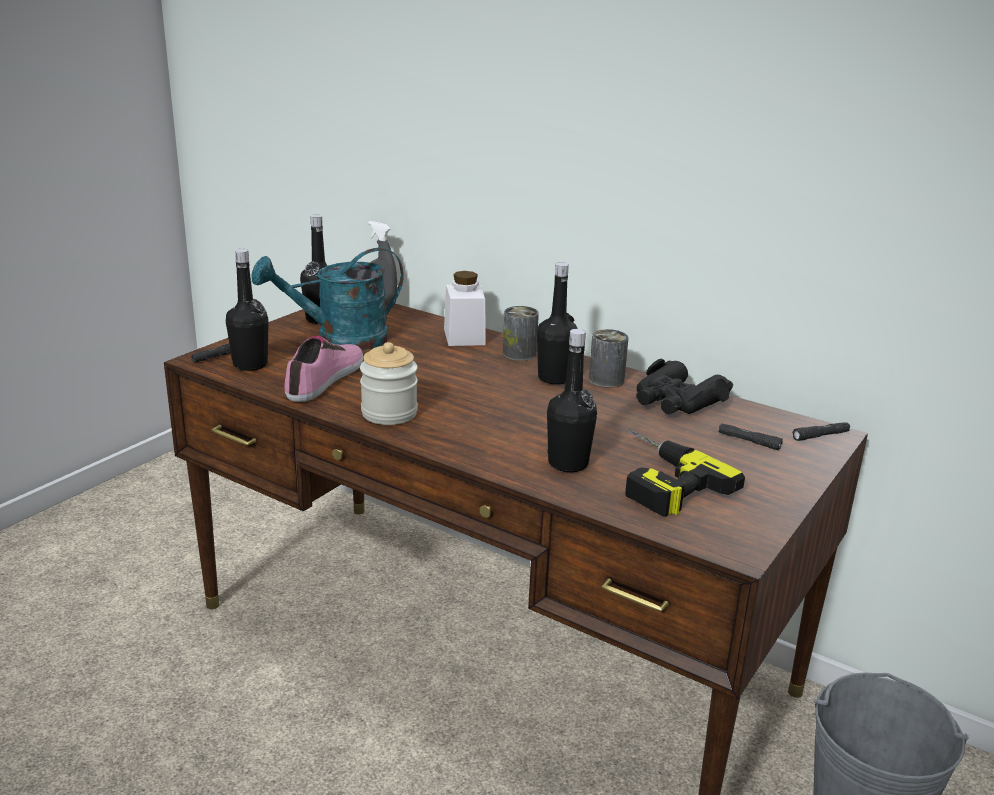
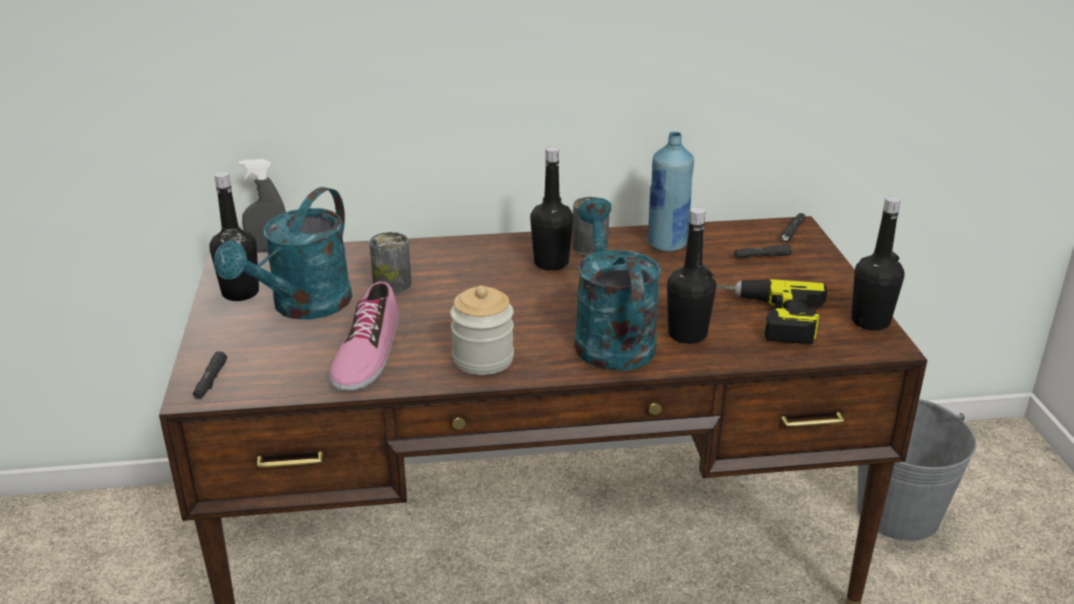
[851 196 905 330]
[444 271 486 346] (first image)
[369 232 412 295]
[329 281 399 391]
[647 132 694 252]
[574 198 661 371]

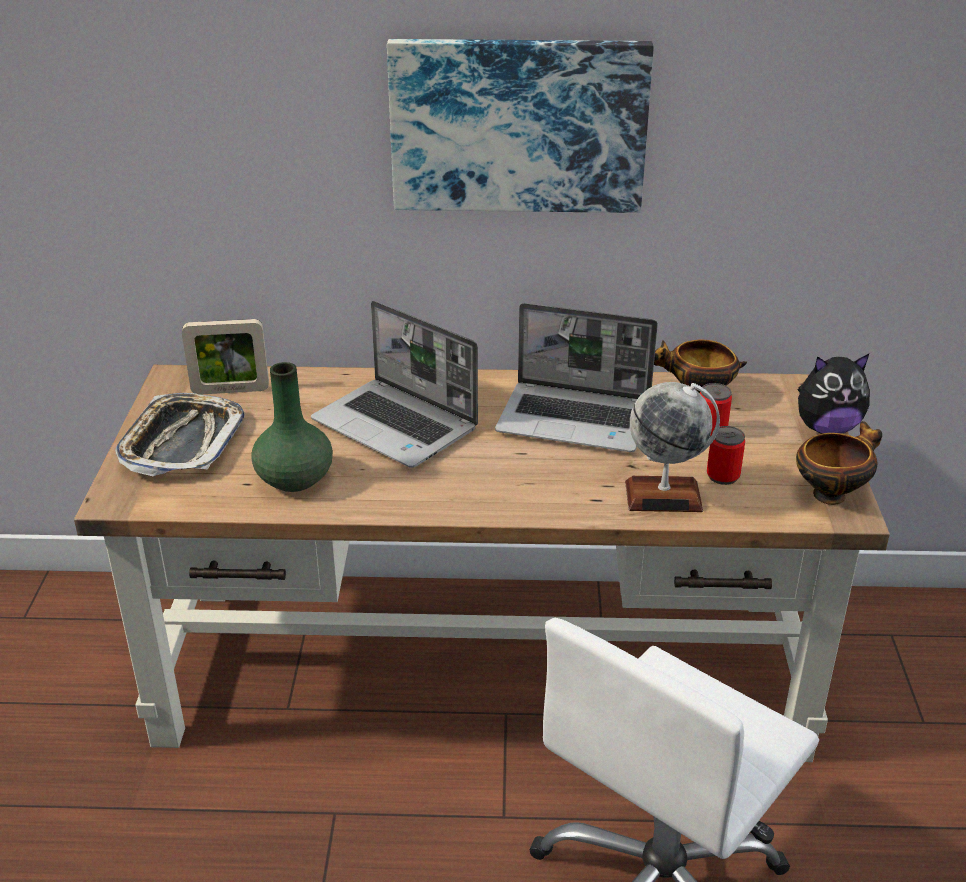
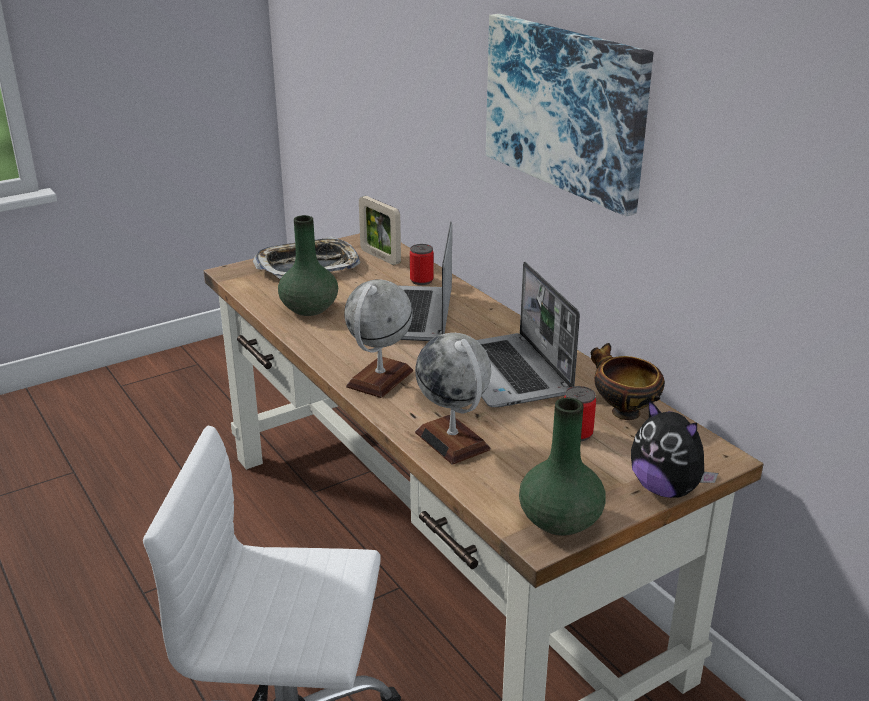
[519 397 606 536]
[410 244 434 285]
[344 279 413 398]

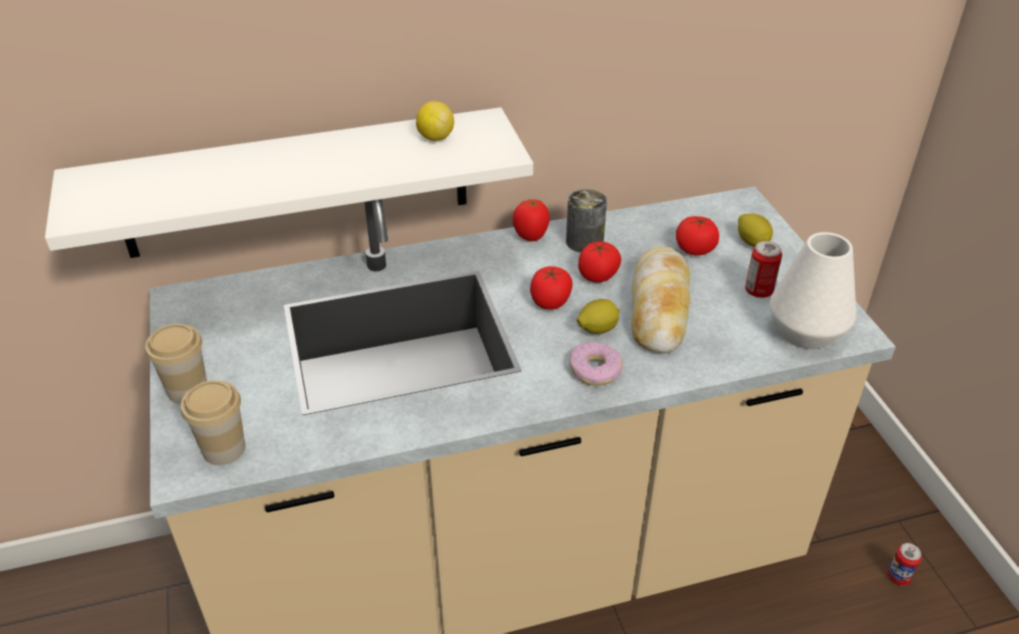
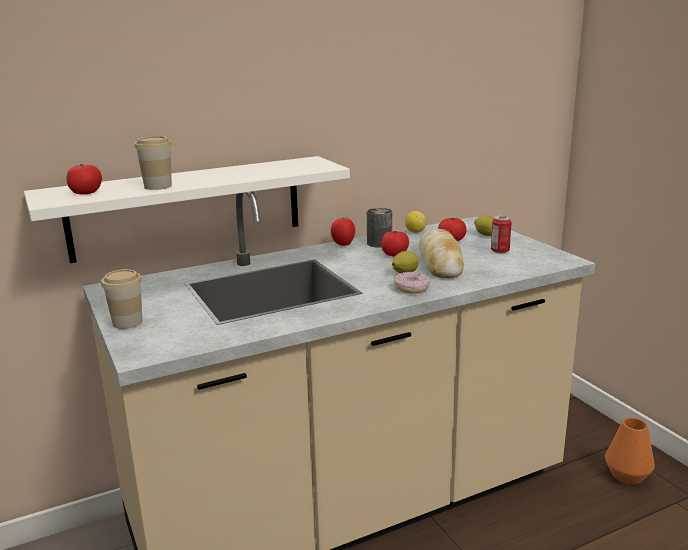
[405 211 426 233]
[770 232 856 349] (first image)
[66 164 102 195]
[134 136 172 190]
[605 418 655 485]

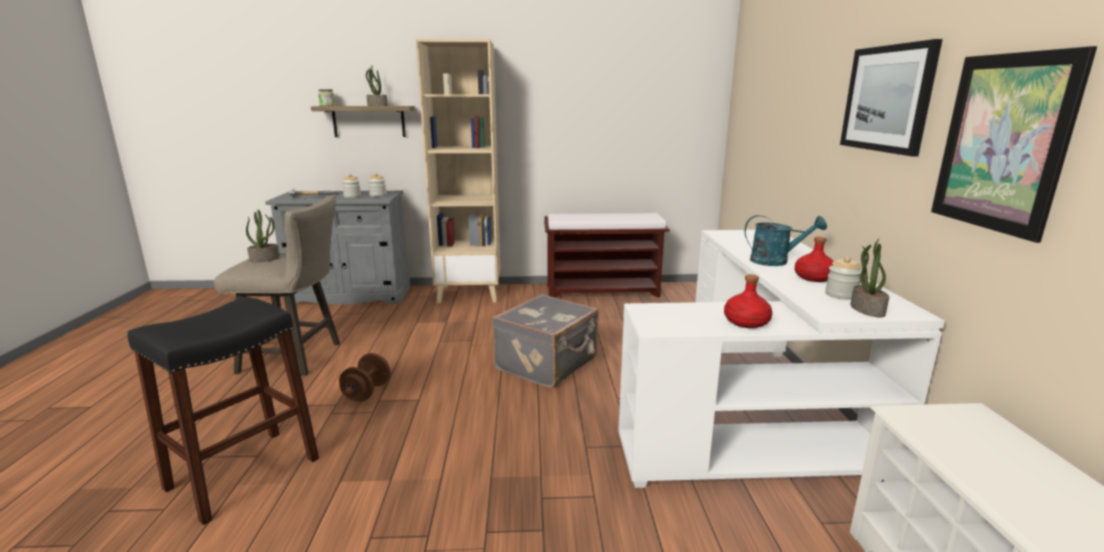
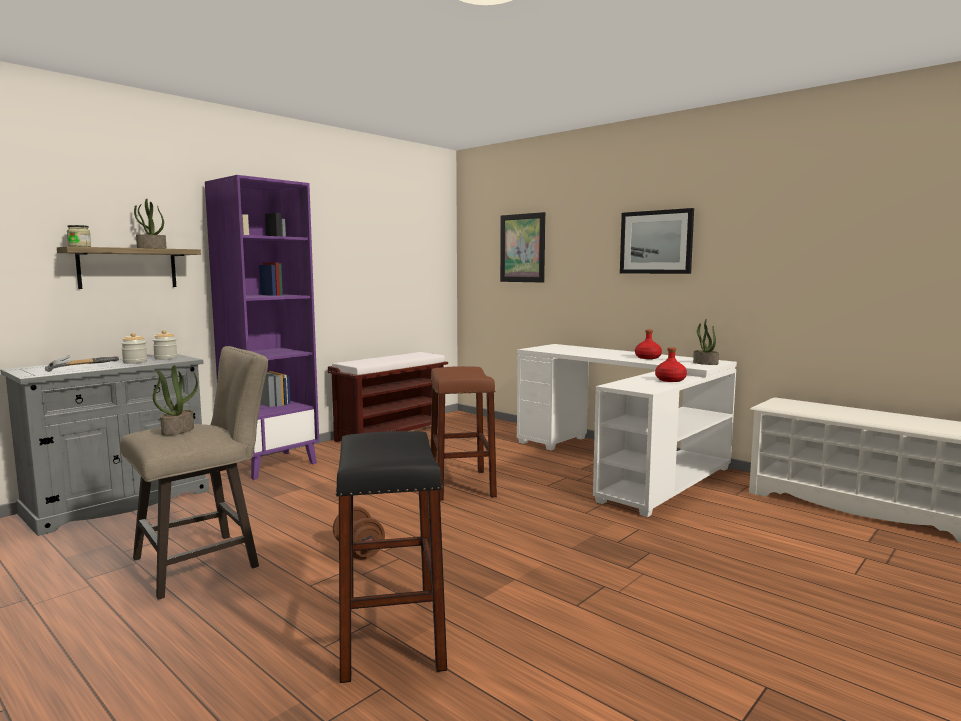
[205 175 319 480]
[500 212 545 283]
[745 215 827 266] (first image)
[825 257 862 300] (first image)
[431 366 497 501]

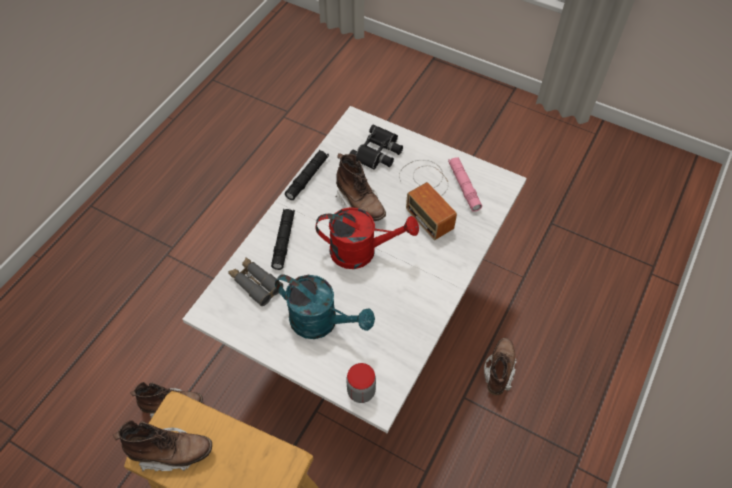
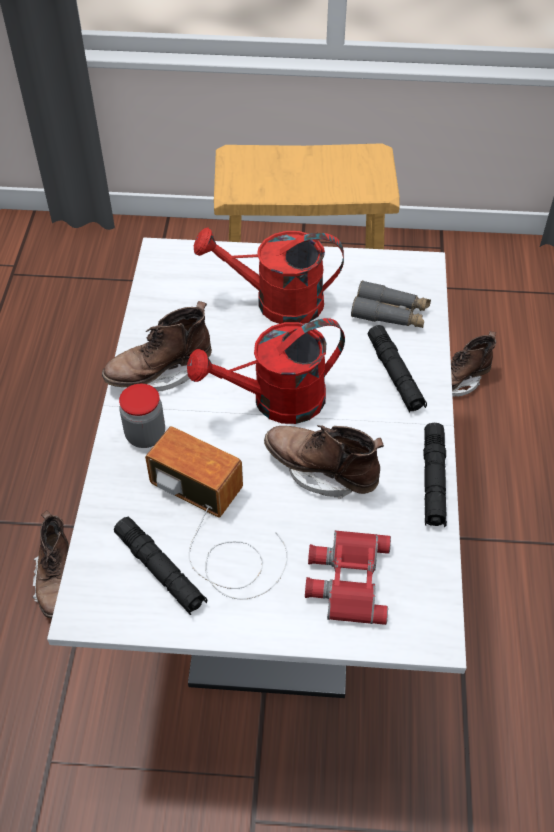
[305 530 391 625]
[114 517 208 615]
[194 227 344 324]
[119 384 165 448]
[102 301 212 392]

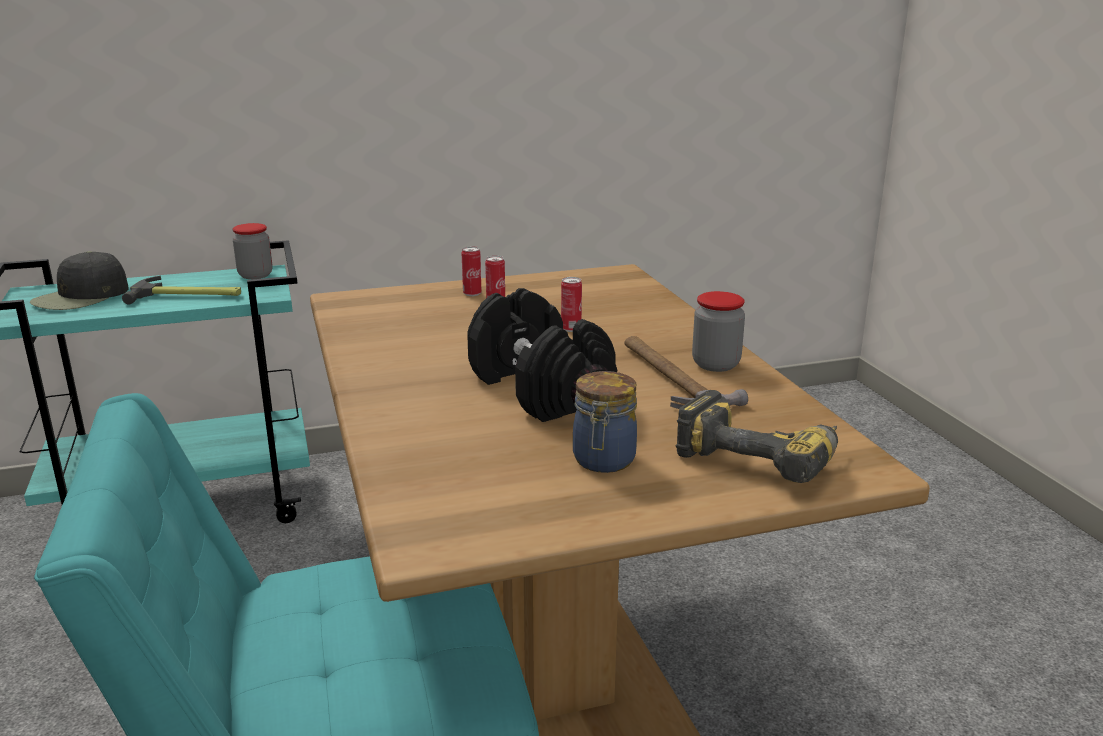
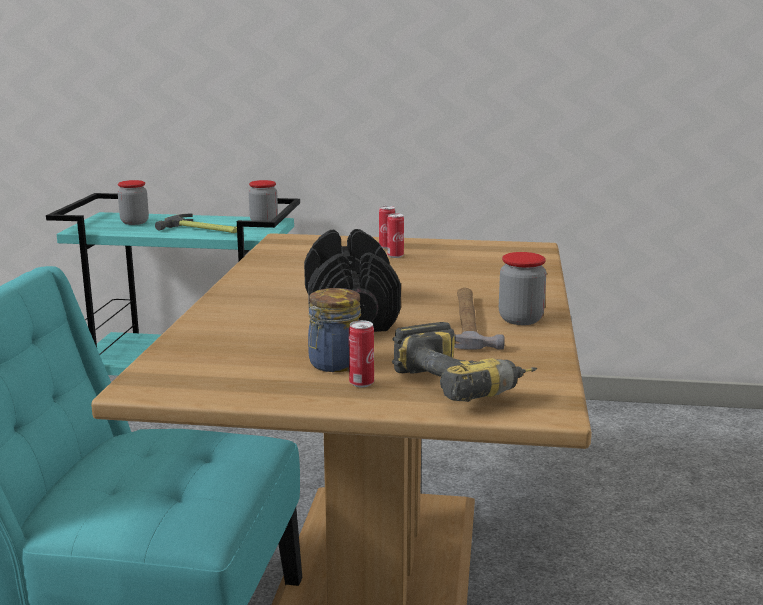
[118 180 149 225]
[349 320 374 387]

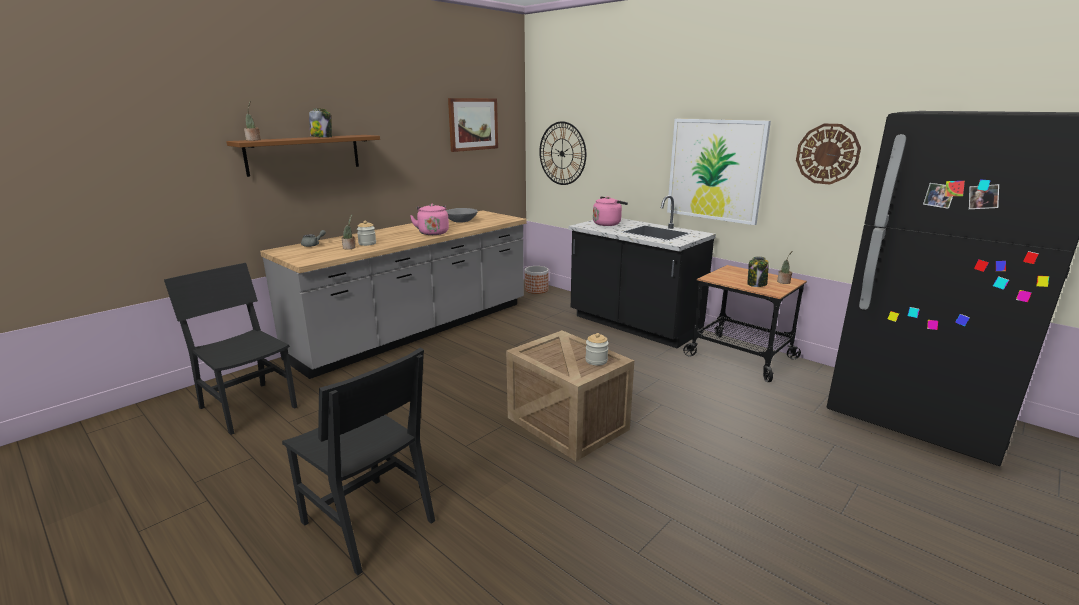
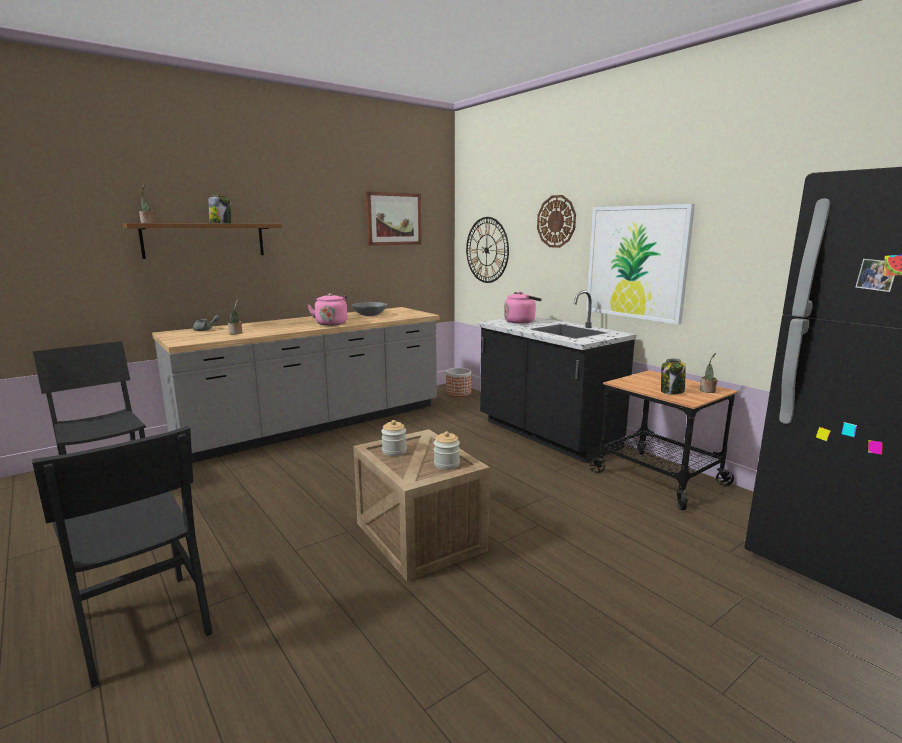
[537 195 576 248]
[381 420 407 456]

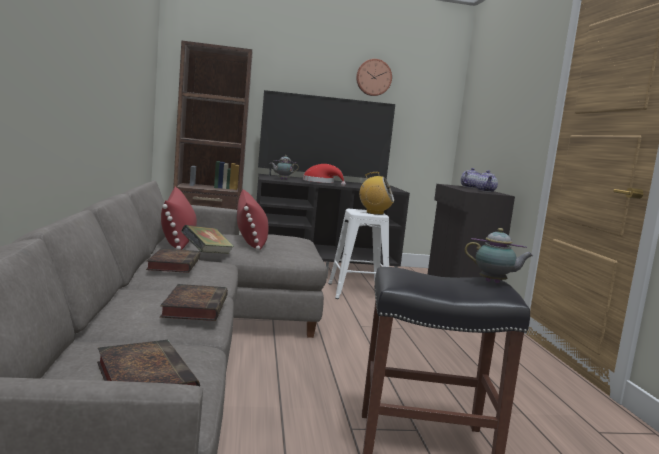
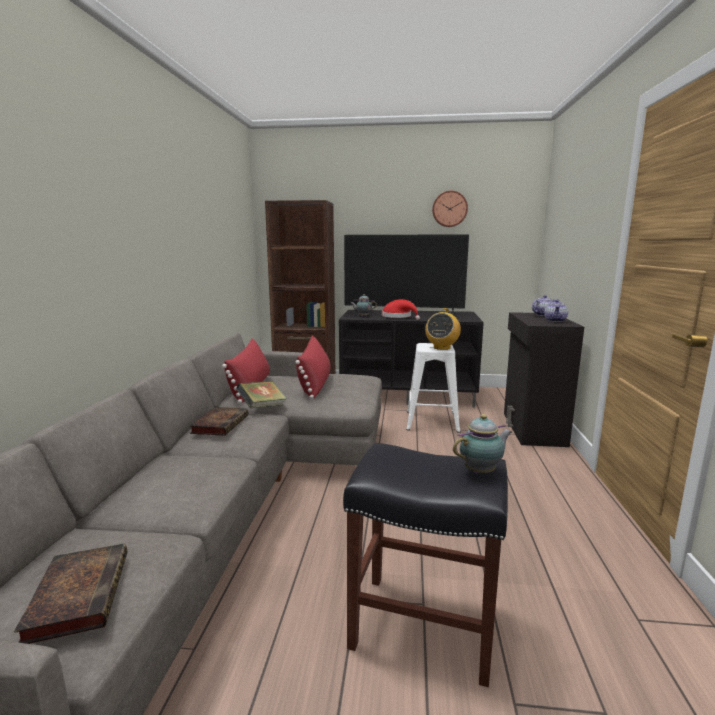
[425 308 461 350]
[453 414 512 473]
[160 284 228 321] (first image)

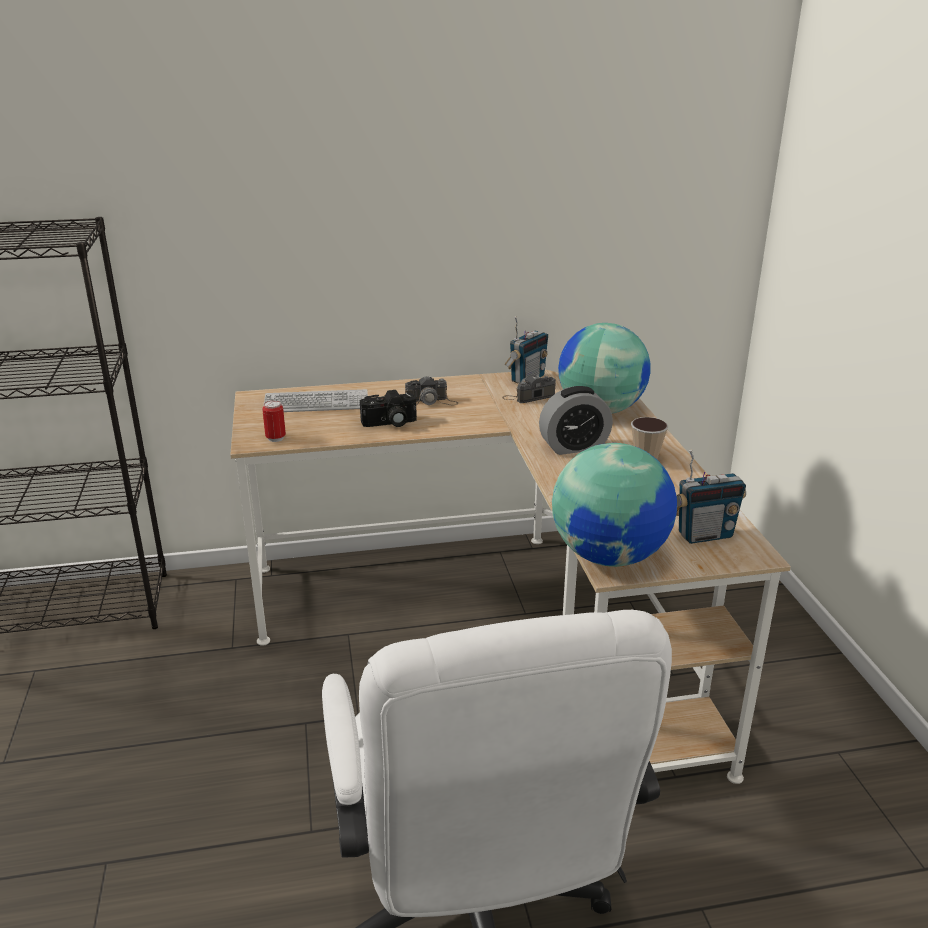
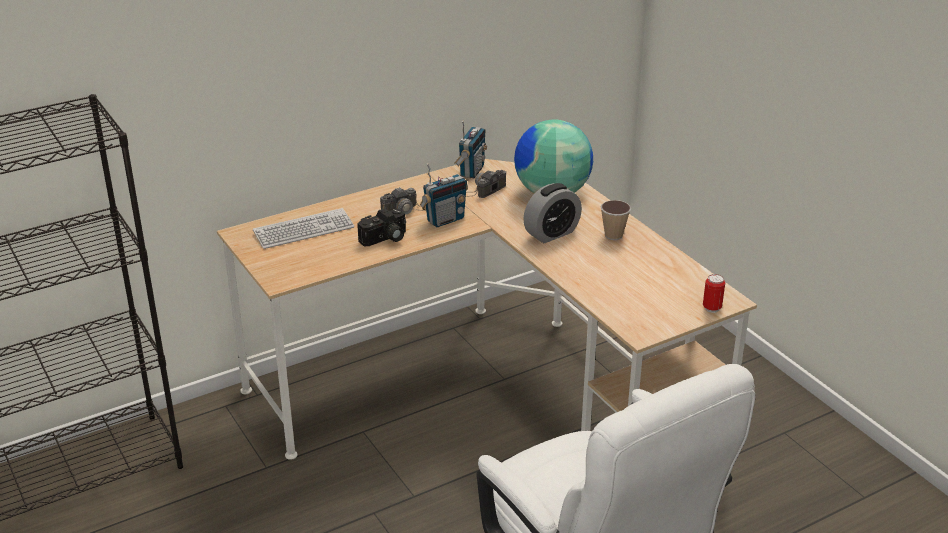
[703 274 725 313]
[552 443 677 567] (first image)
[420 163 468 227]

